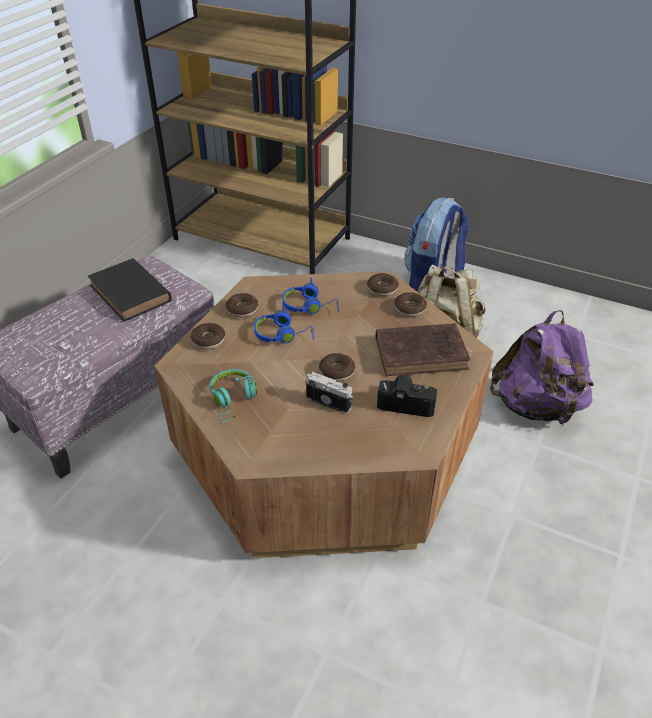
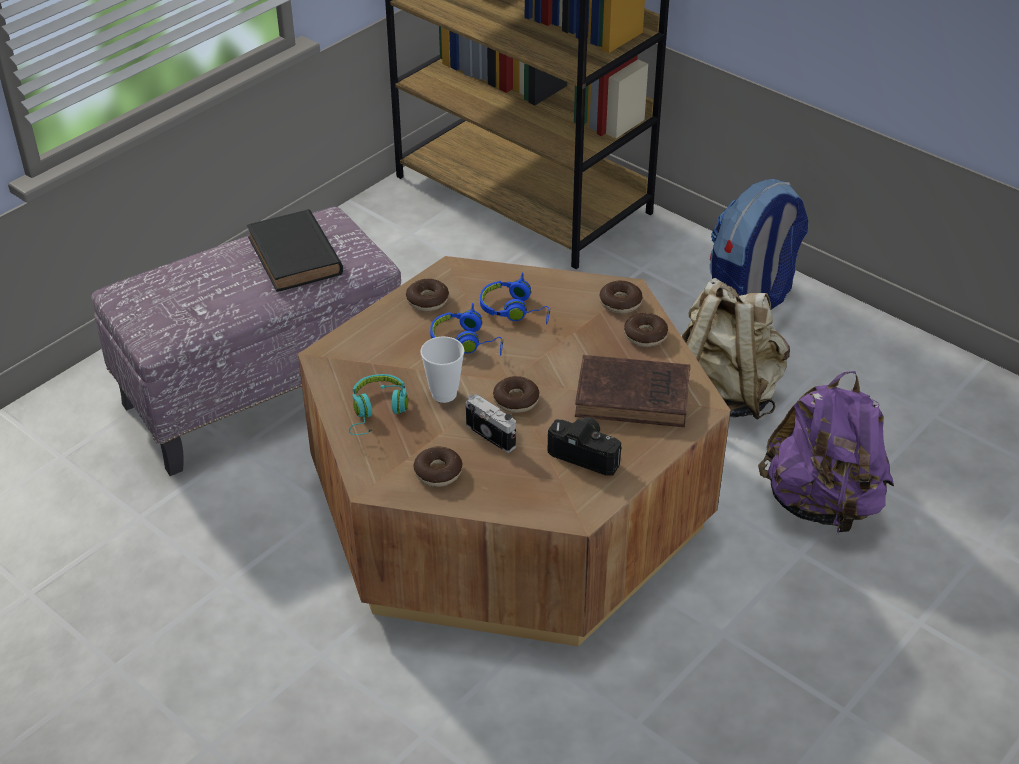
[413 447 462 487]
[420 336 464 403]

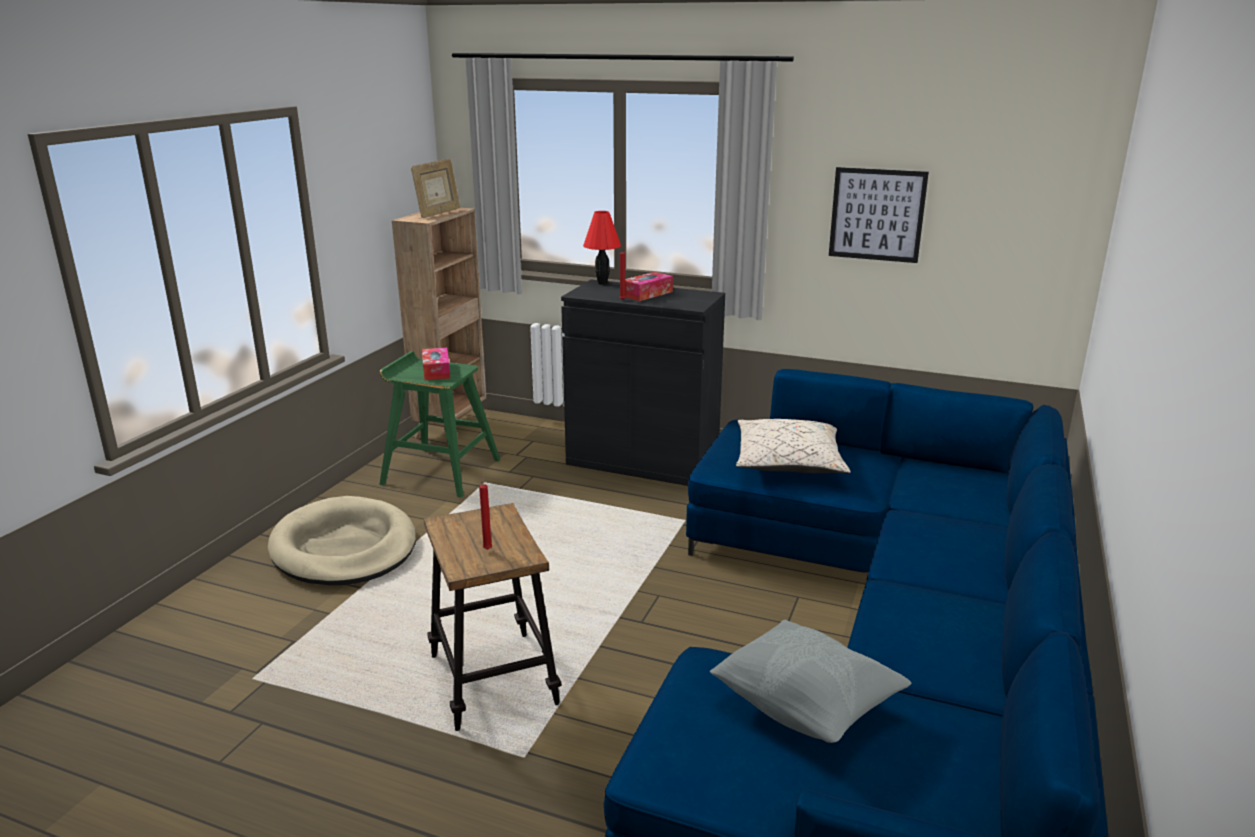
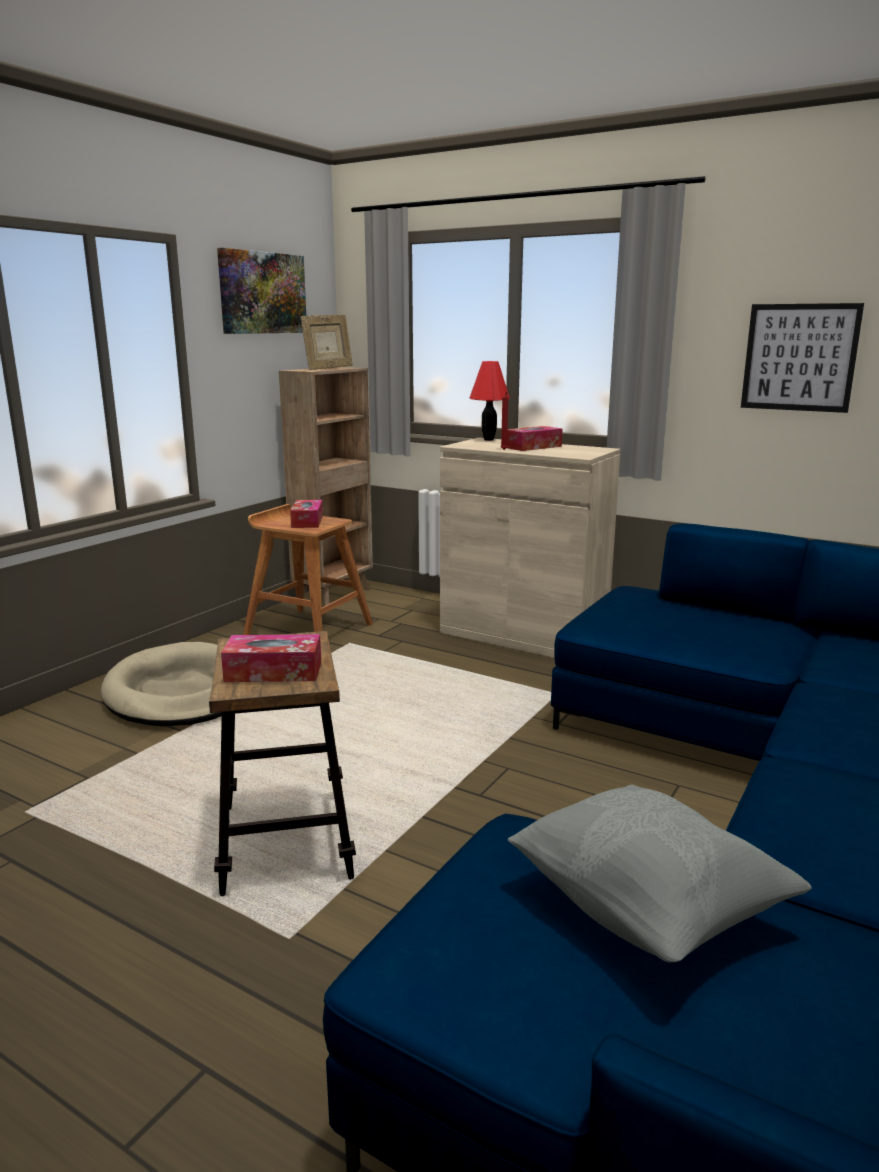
[440 438 621 658]
[243 504 373 635]
[736 419 850 474] (first image)
[221 634 321 682]
[217 248 306 334]

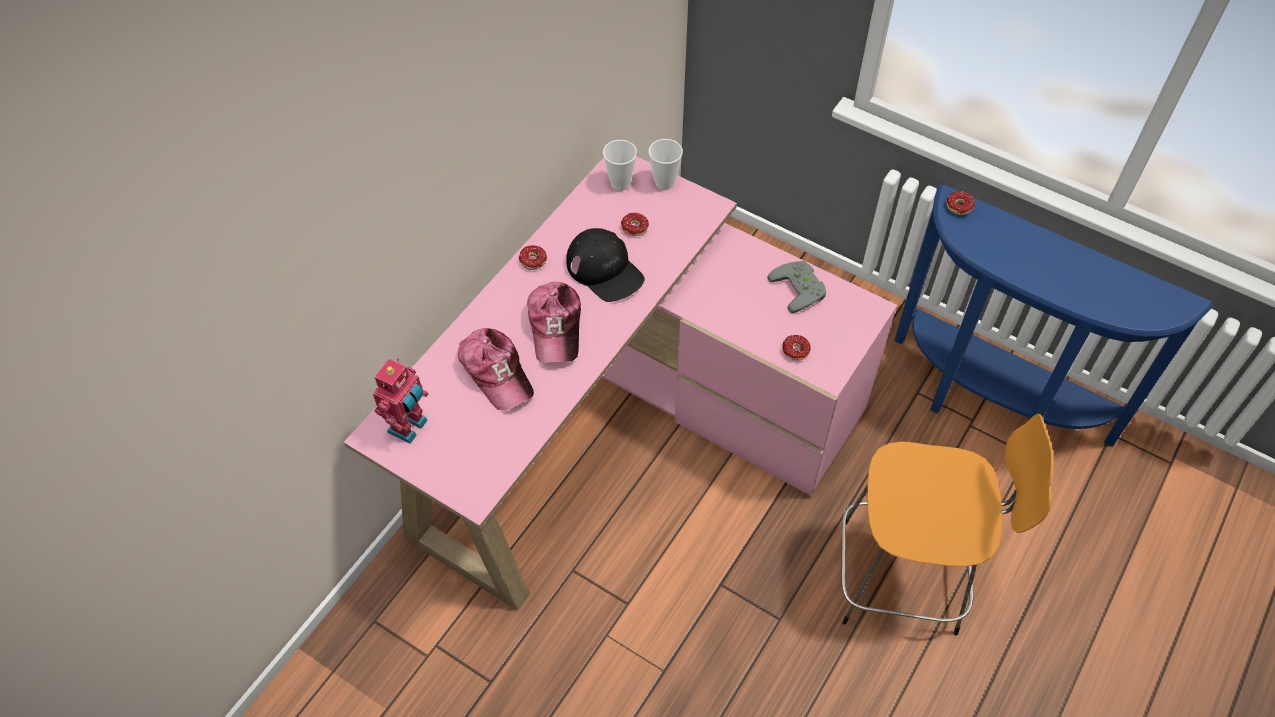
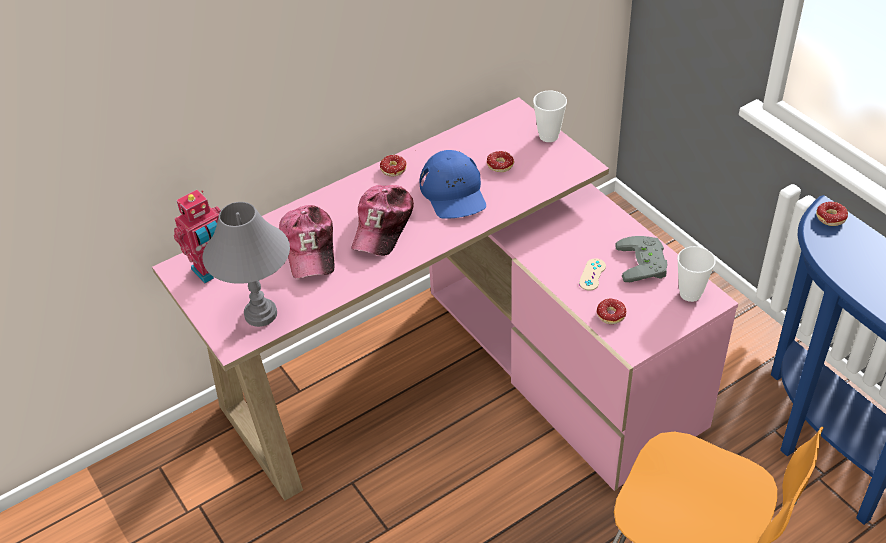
[677 246 716 302]
[419 150 486 219]
[203 202 290 327]
[579 258 606 291]

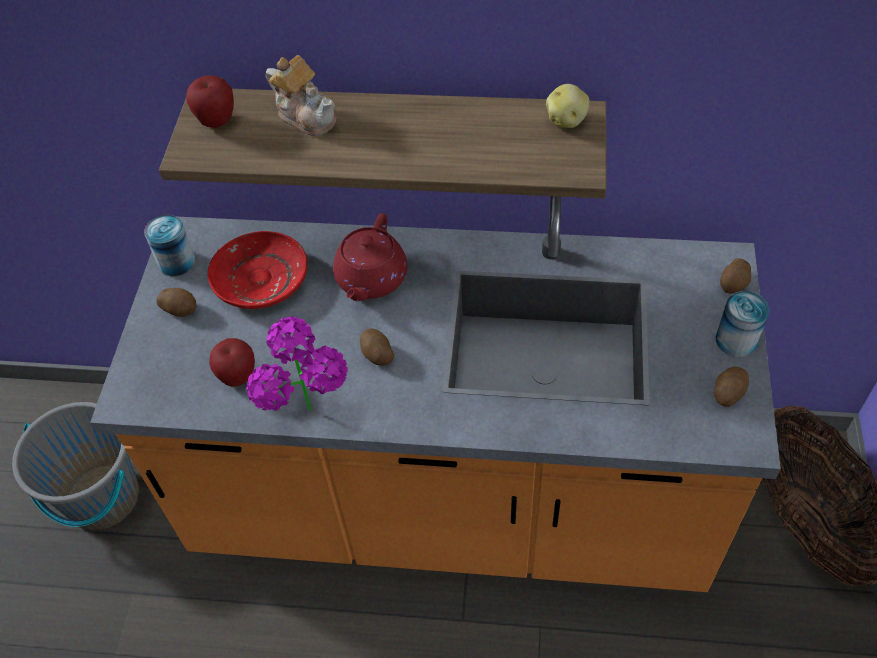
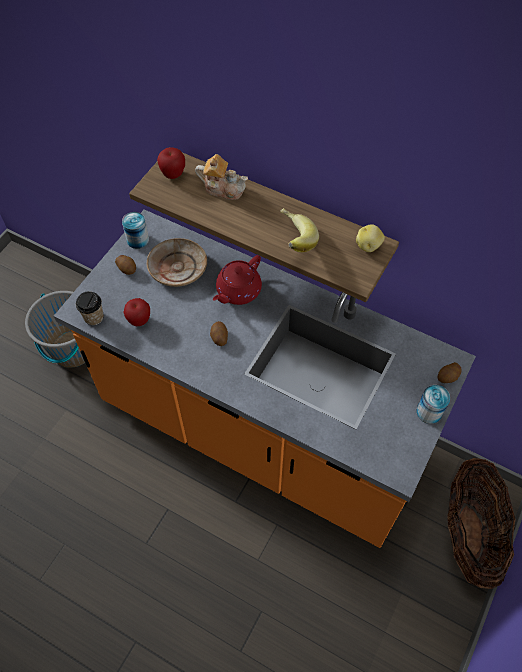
[195 154 248 200]
[147 238 207 287]
[246 316 348 411] (first image)
[714 367 749 407] (first image)
[280 208 319 252]
[76 291 104 326]

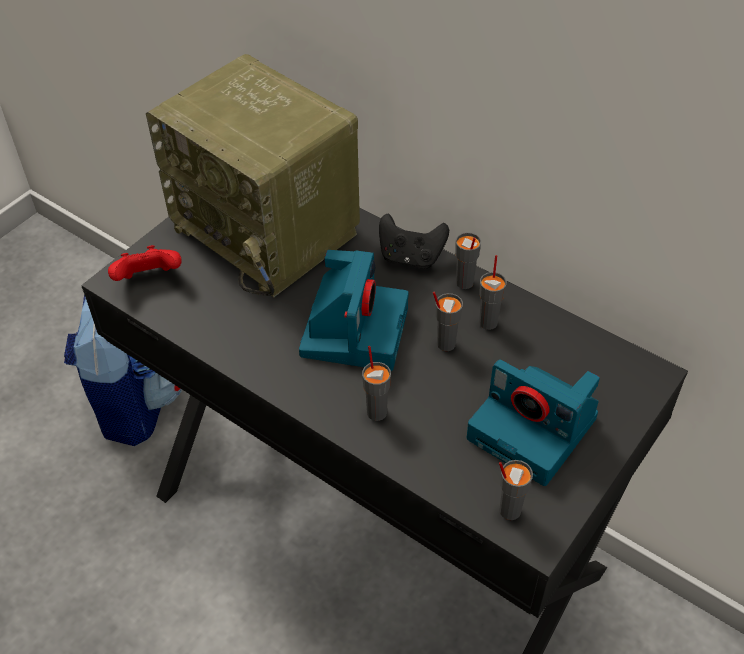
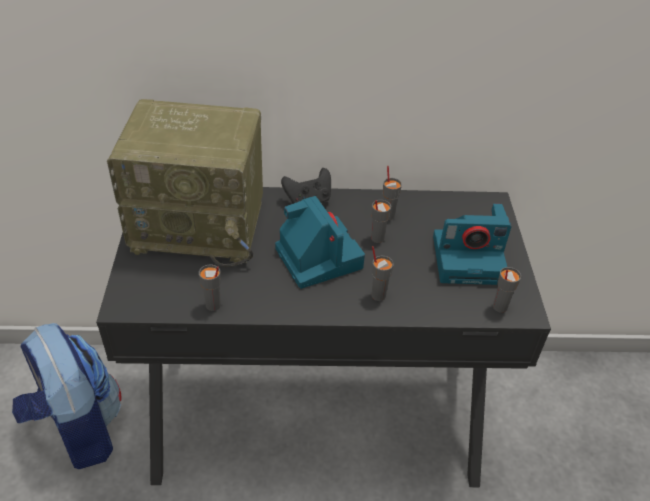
[199 264 221 311]
[108 245 182 281] (first image)

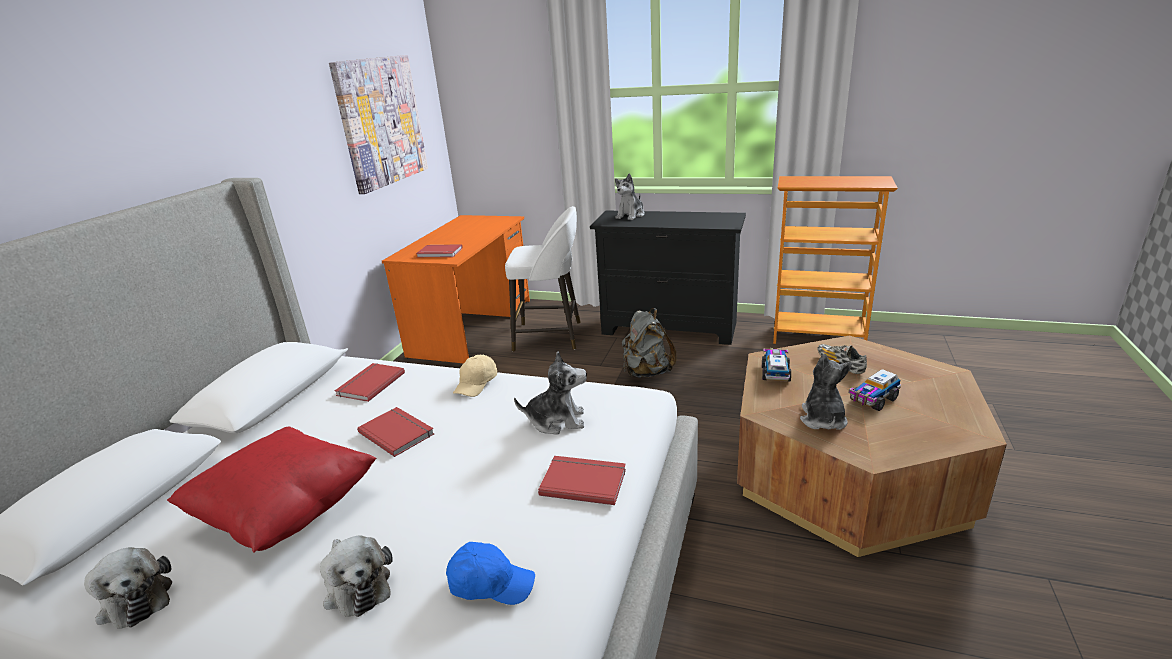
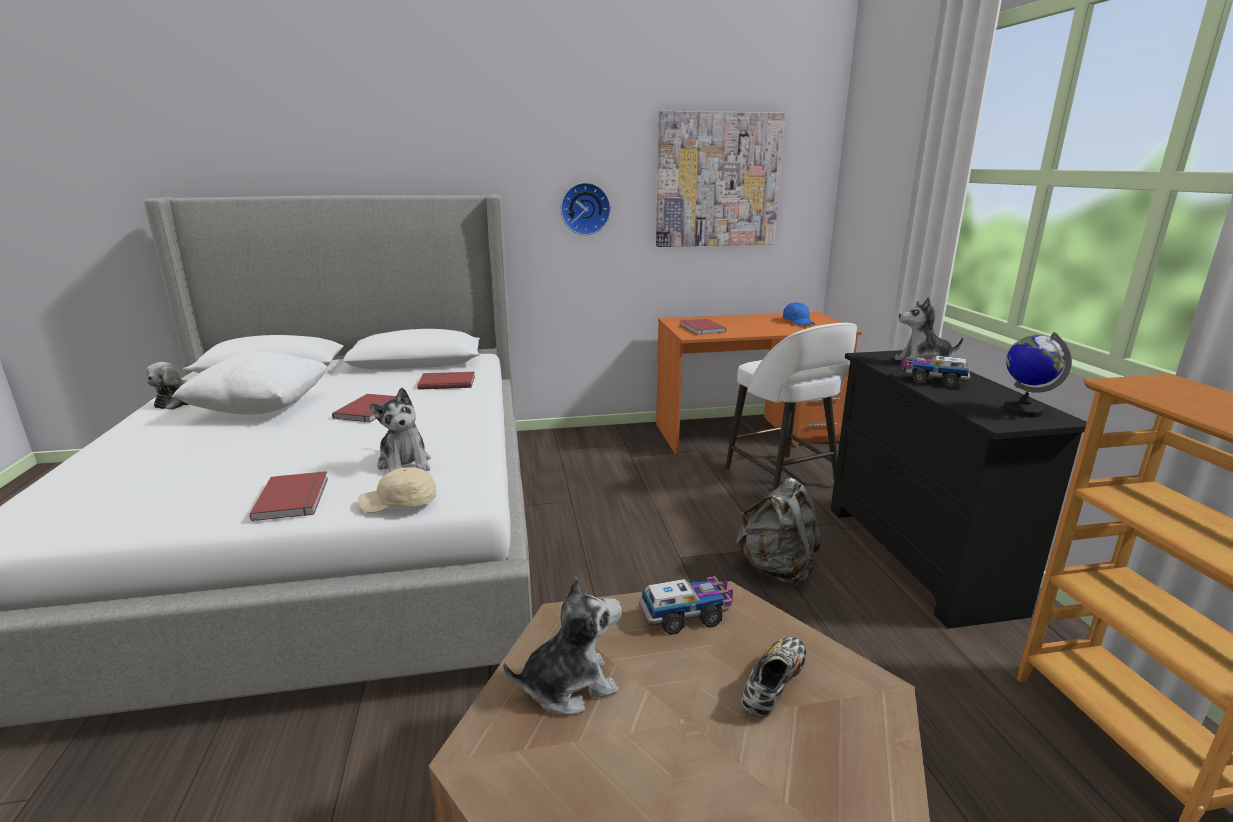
[358 467 437 513]
[900 356 970 388]
[172 352 328 414]
[320 535 393 617] (first image)
[783 302 815 326]
[561 182 611 235]
[1003 332 1072 417]

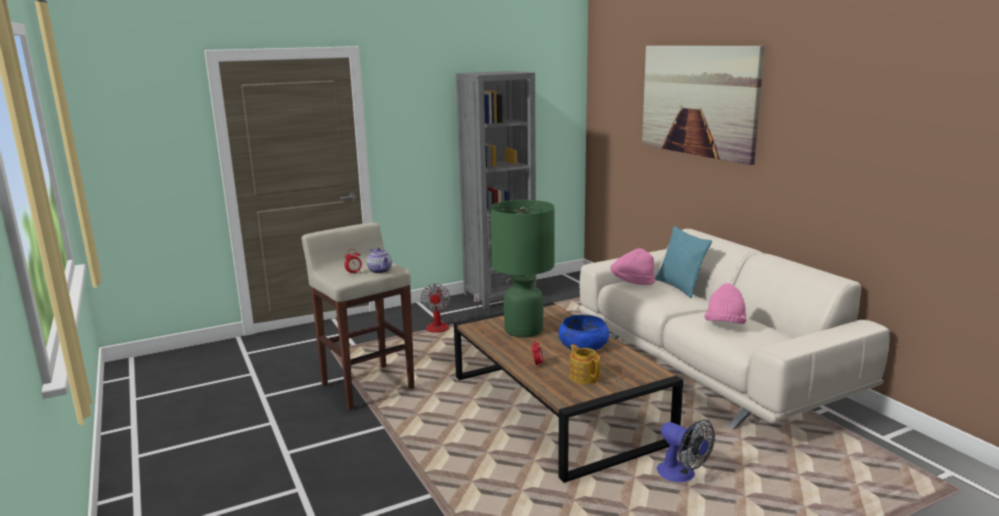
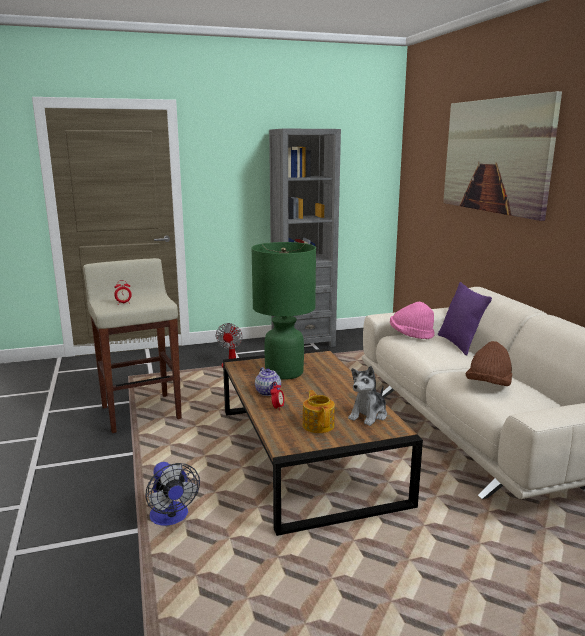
[438 282 492 356]
[255 367 281 396]
[466 341 512 386]
[559 314 609 350] (first image)
[145 462 200 526]
[348 366 387 426]

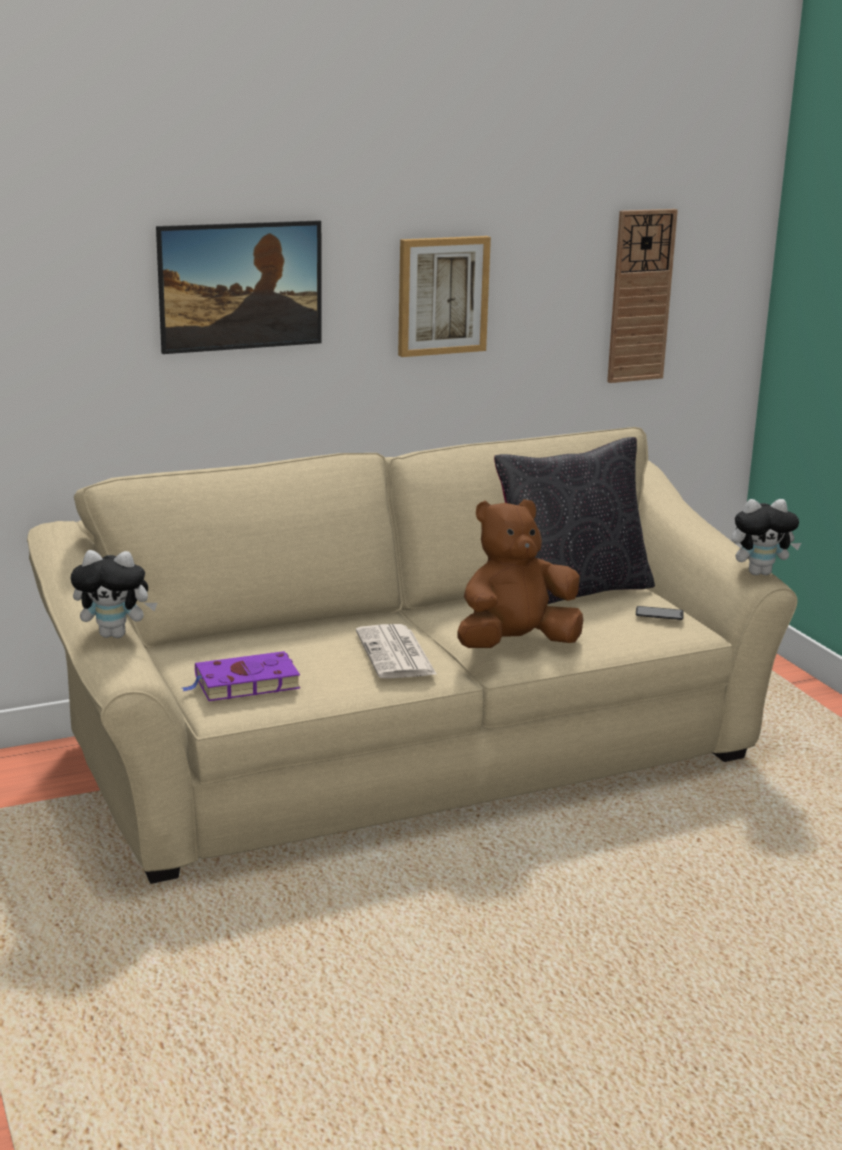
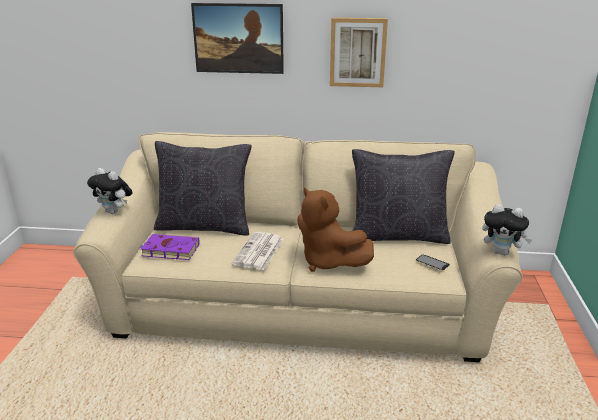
[607 209 678 383] (first image)
[297 187 374 272]
[154 141 252 236]

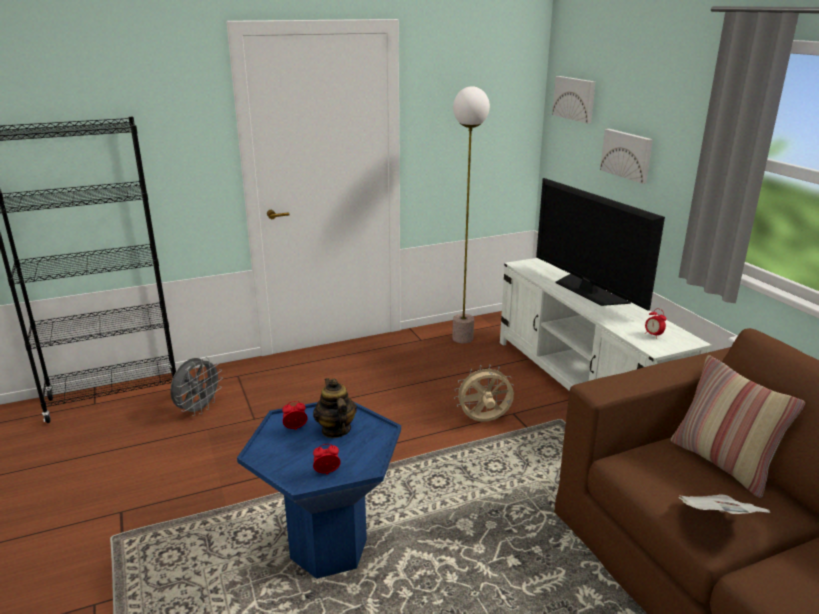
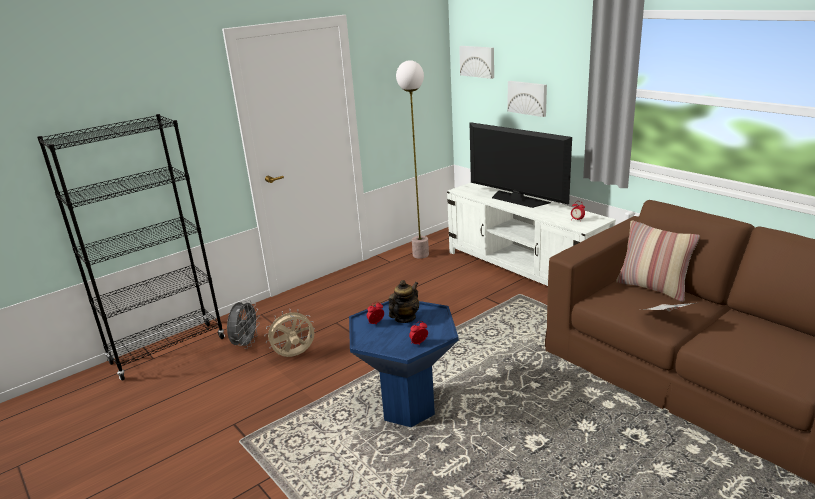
[264 309 314 357]
[389 280 419 323]

